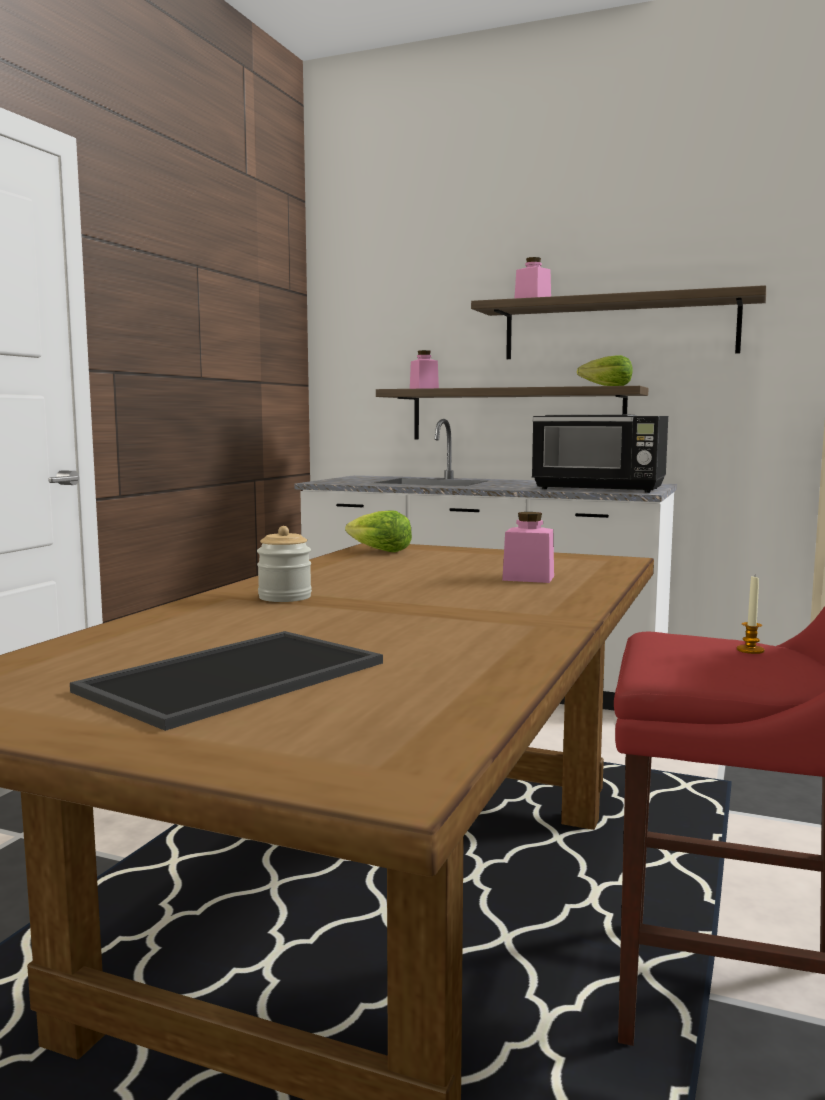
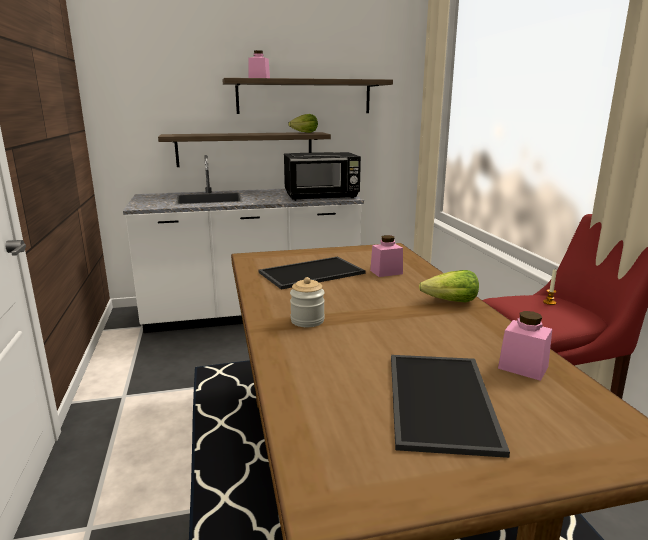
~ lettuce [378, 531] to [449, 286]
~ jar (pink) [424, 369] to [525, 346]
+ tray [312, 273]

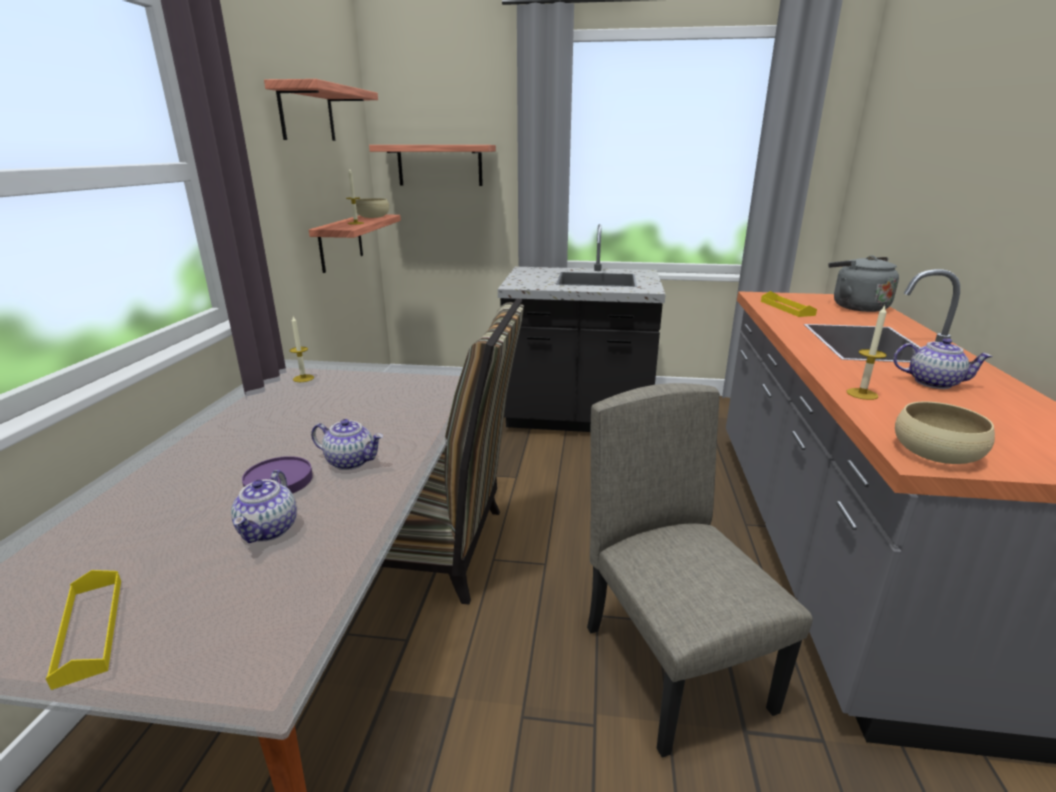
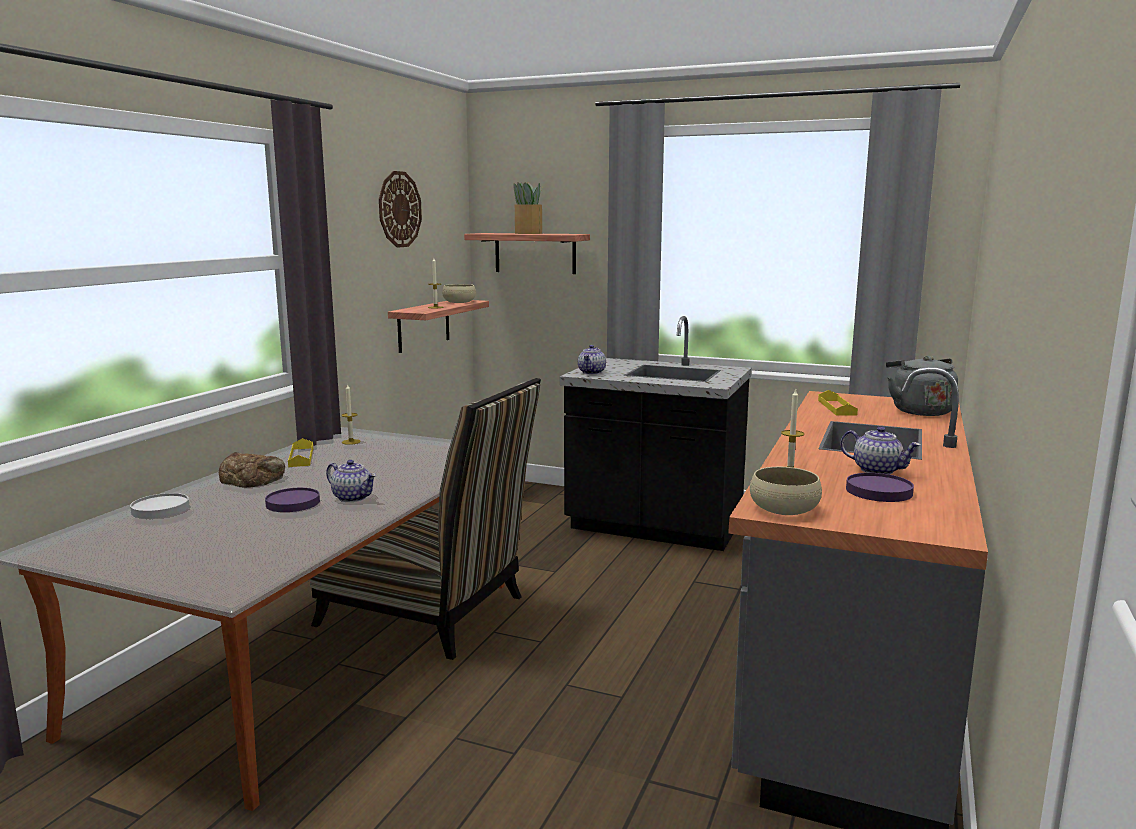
~ tray (yellow) [83, 630] to [300, 452]
~ teapot [264, 506] to [592, 359]
~ shelf [321, 110] to wall clock [400, 209]
- chair (beige) [700, 570]
+ plate (white) [159, 506]
+ bread [252, 470]
+ potted plant [528, 208]
+ plate (purple) [880, 487]

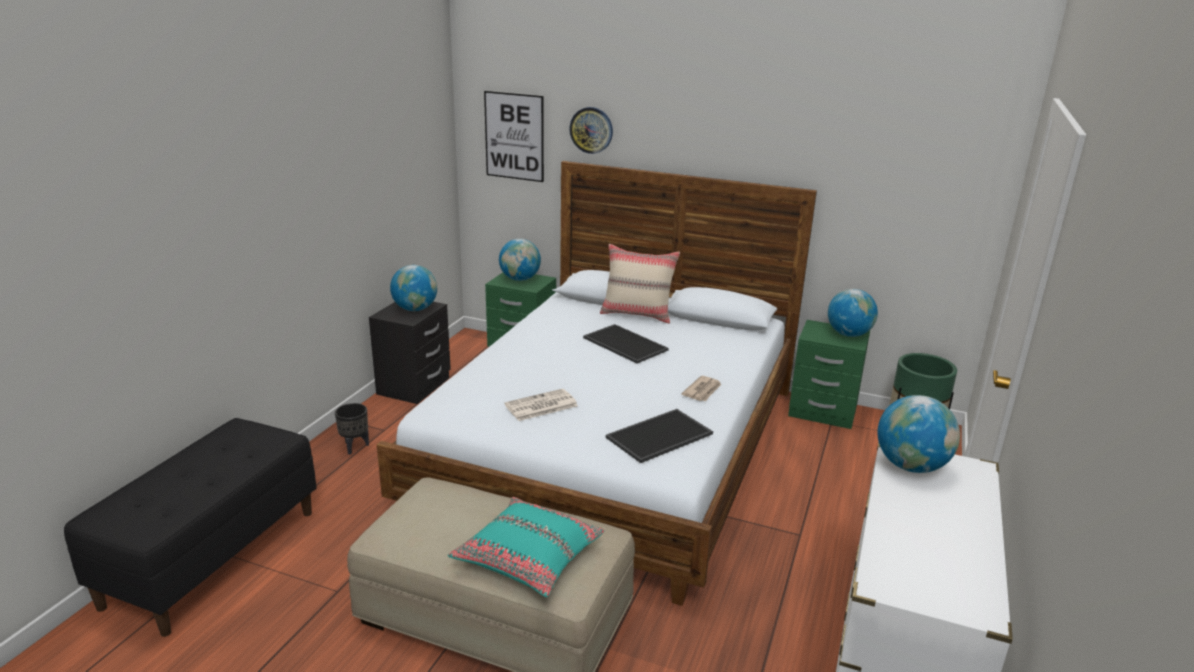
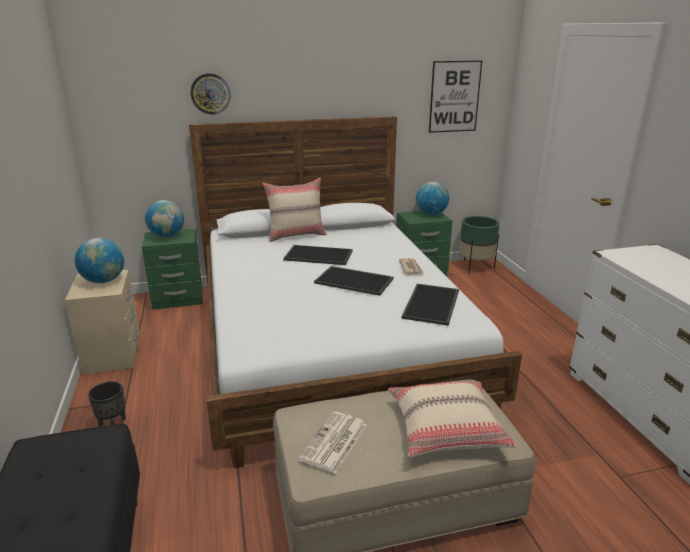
~ nightstand (black) [410, 353] to nightstand (beige) [102, 322]
~ pillow (turquoise) [526, 547] to pillow (beige) [453, 419]
~ picture [514, 136] to [455, 97]
~ newspaper [541, 405] to [332, 442]
- globe [919, 434]
+ tray [354, 281]

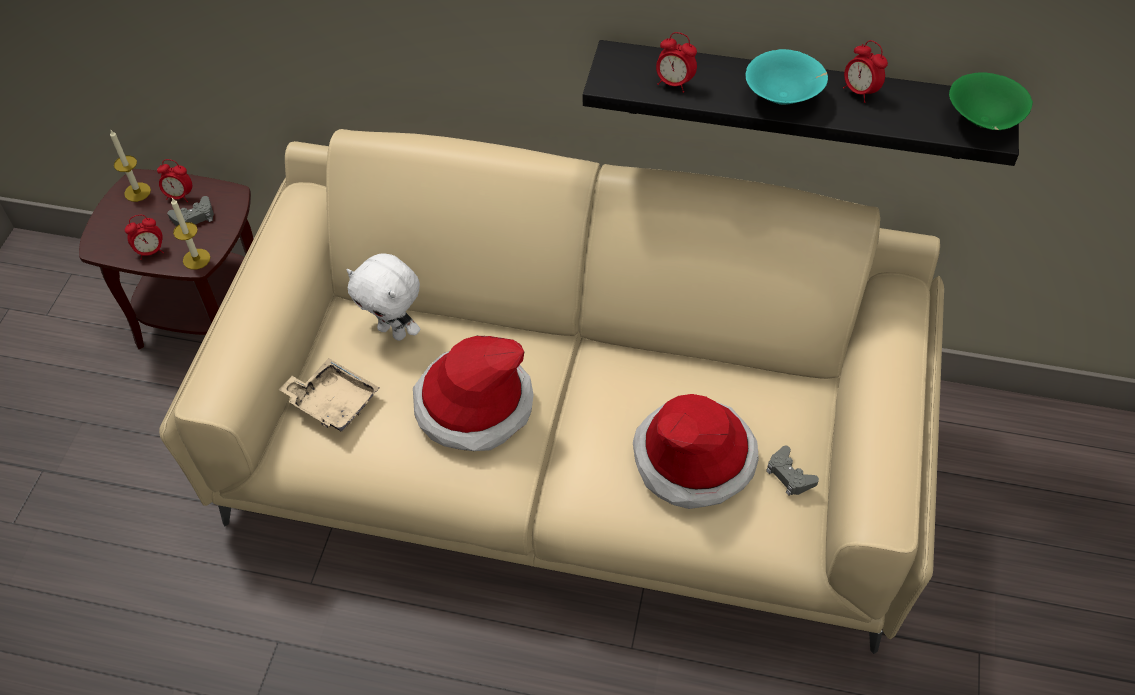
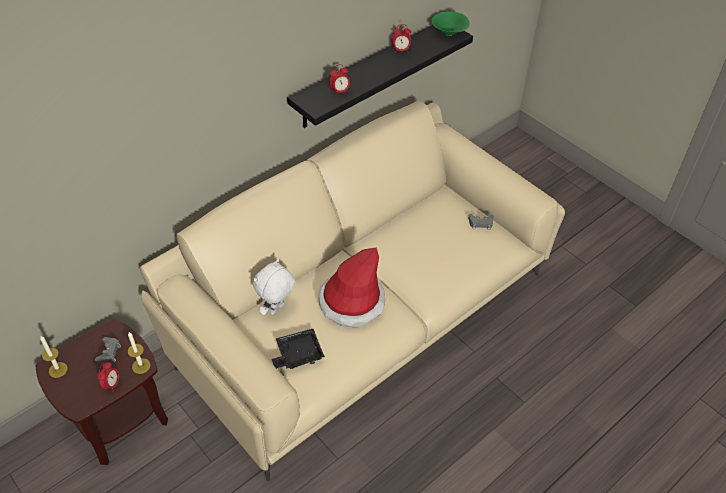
- alarm clock [174, 180]
~ tray (beige) [328, 395] to tray (black) [298, 349]
~ plush toy (white) [383, 297] = [274, 287] 150 degrees clockwise
- hat [696, 451]
- bowl (turquoise) [786, 77]

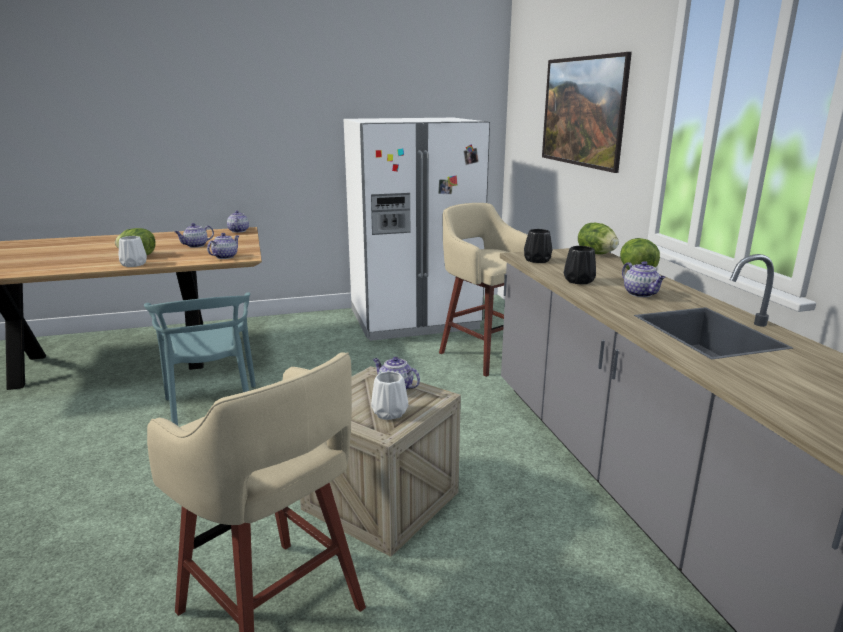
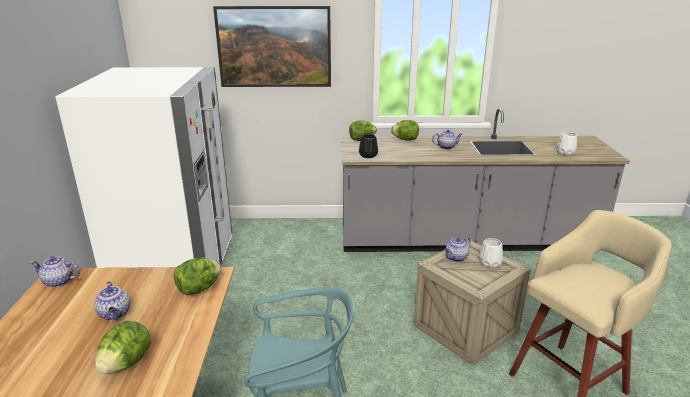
~ vase (white) [133, 251] to [566, 144]
~ teapot [223, 246] to lettuce [198, 276]
- stool (beige) [483, 290]
- vase (black) [580, 265]

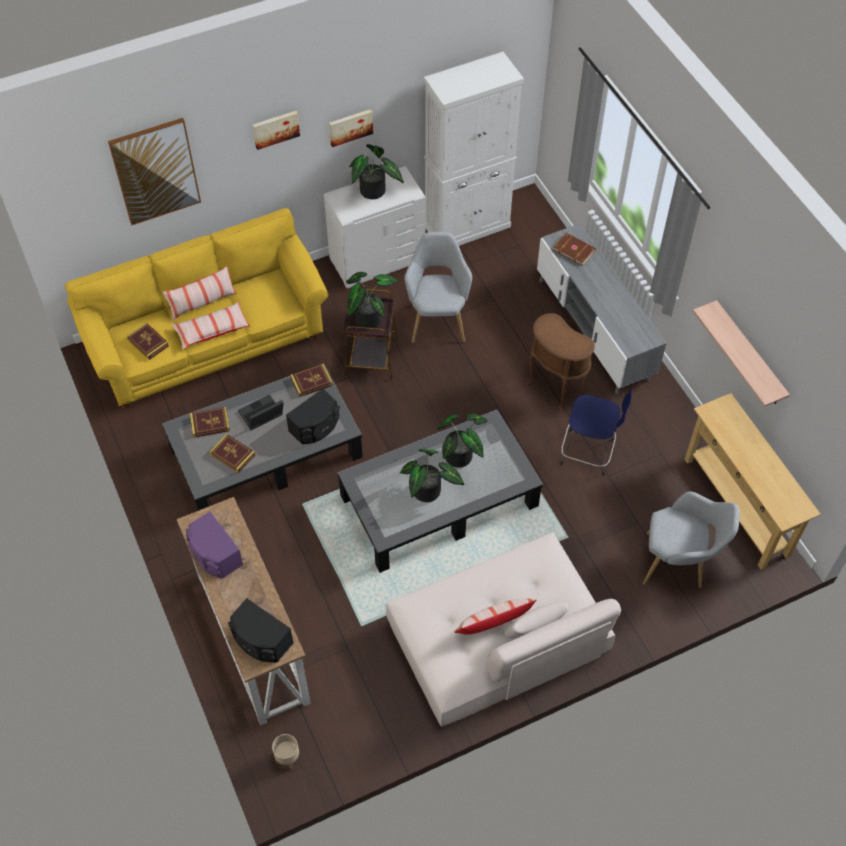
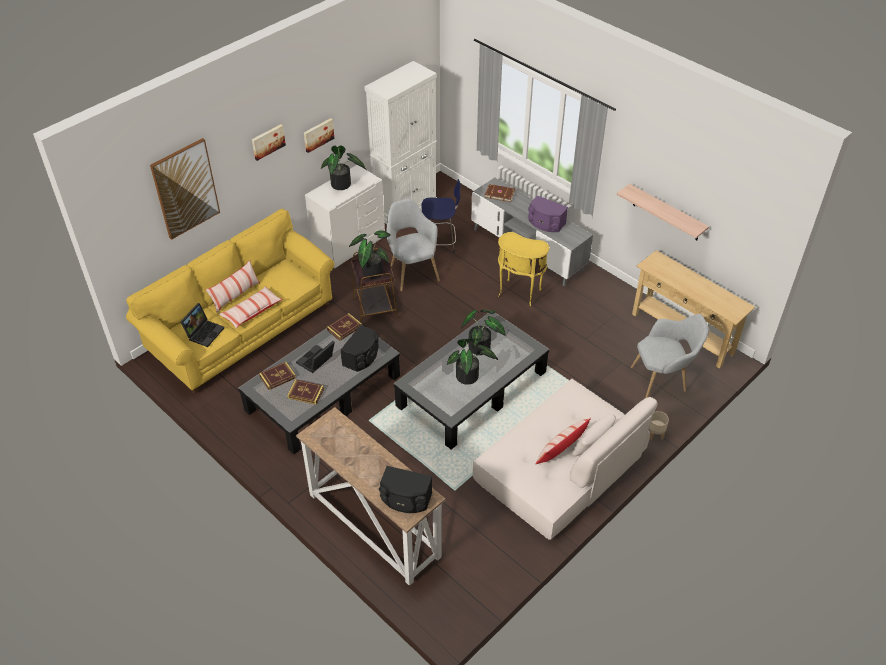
~ book [148, 341] to laptop [202, 325]
~ speaker (purple) [214, 545] to [548, 213]
~ planter (beige) [286, 752] to [659, 425]
~ side table (brown) [561, 362] to side table (yellow) [523, 269]
~ stool (blue) [596, 432] to [441, 216]

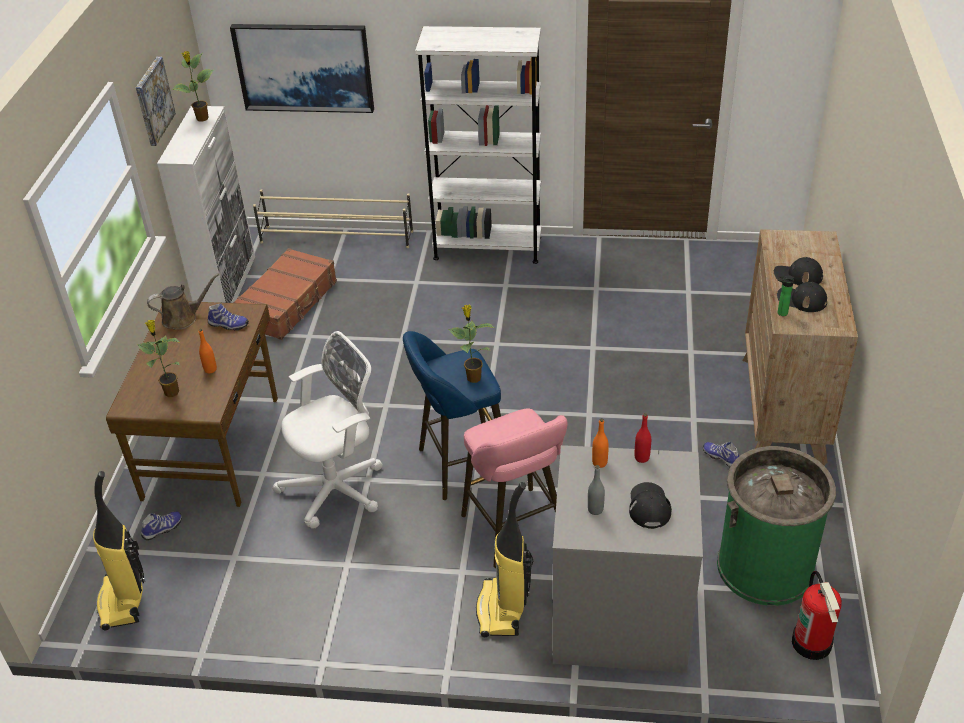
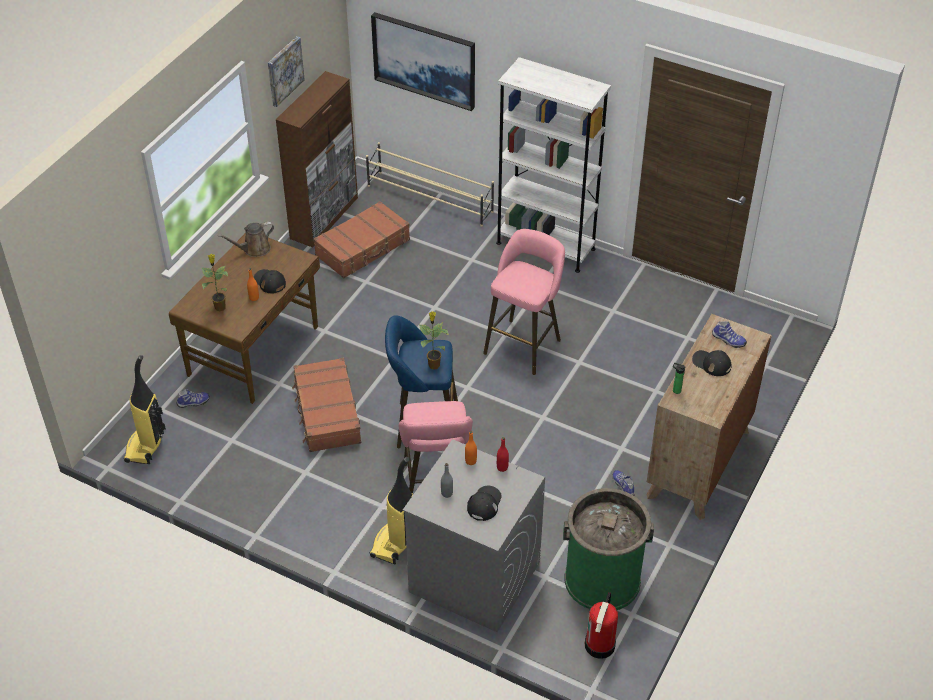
~ watering can (brown) [183, 301] = [246, 239] 150 degrees clockwise
~ cabinet (white) [206, 204] to cabinet (brown) [317, 159]
- potted plant [192, 86]
~ shoe [228, 317] to [729, 334]
~ office chair (white) [327, 430] to suitcase (brown) [326, 405]
~ cap (black) [802, 297] to [270, 281]
+ stool (pink) [524, 302]

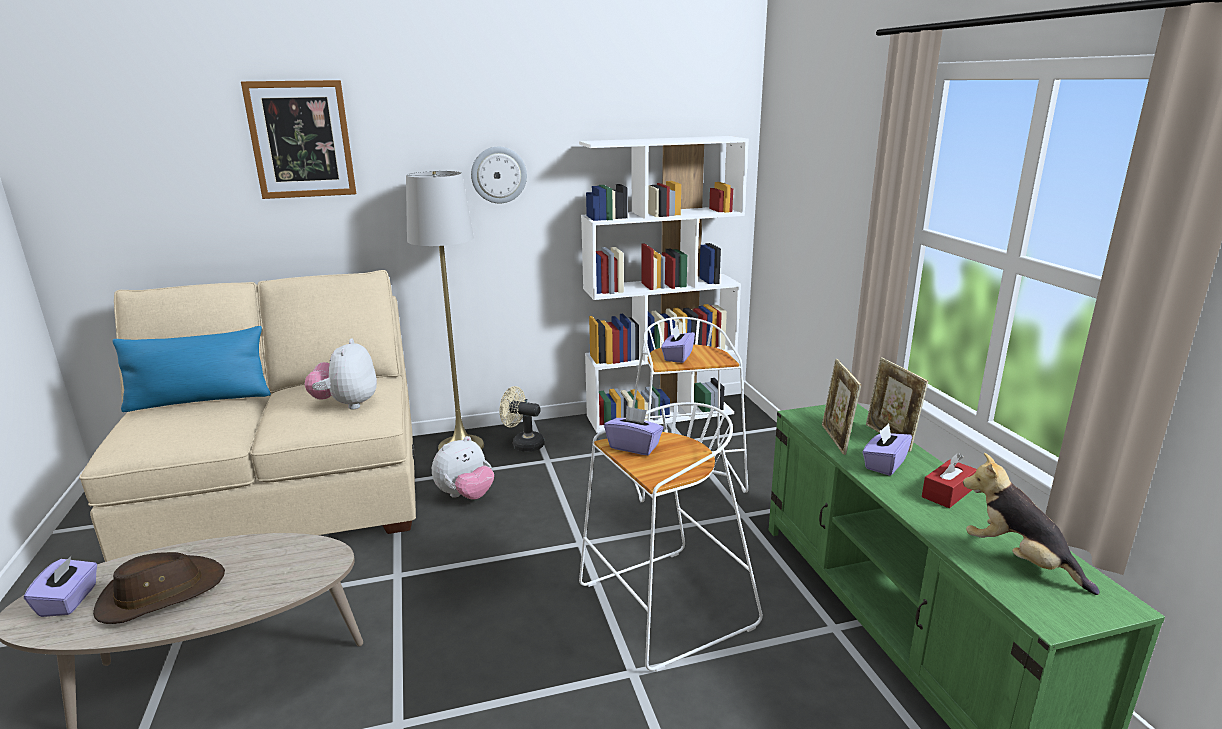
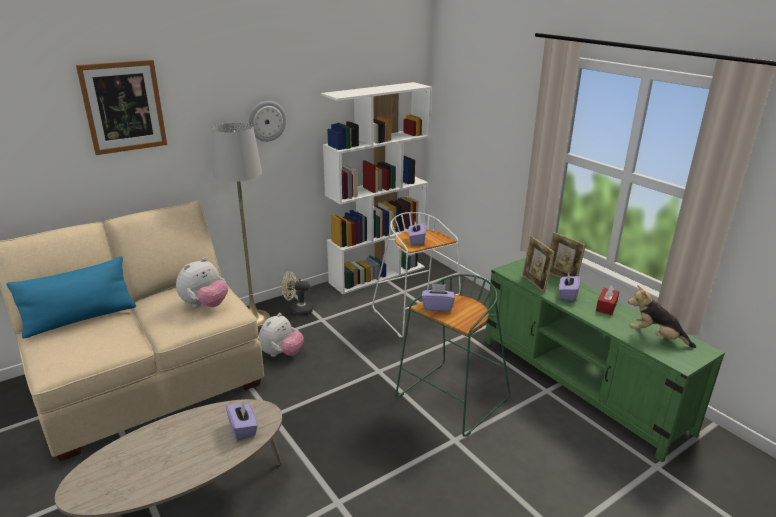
~ tissue box (purple) [60, 586] to [242, 421]
- hat (brown) [159, 588]
~ plush toy [340, 374] = [202, 282] 120 degrees counterclockwise
~ stool (white) [671, 537] to stool (green) [453, 355]

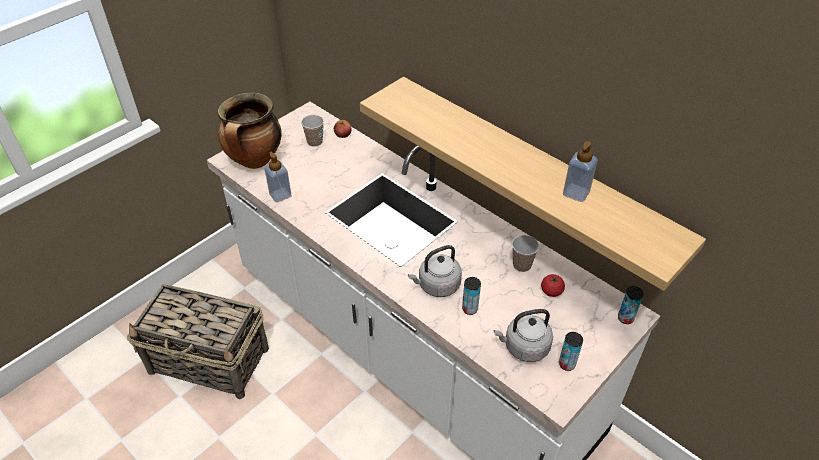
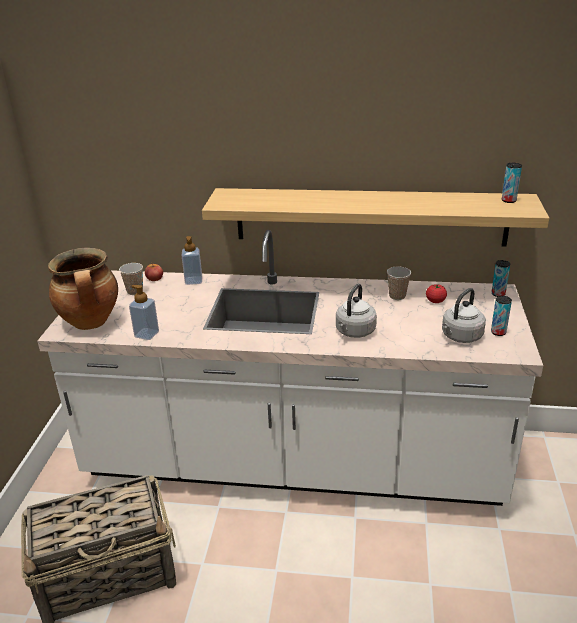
~ can [471, 296] to [512, 183]
~ soap dispenser [580, 171] to [192, 260]

